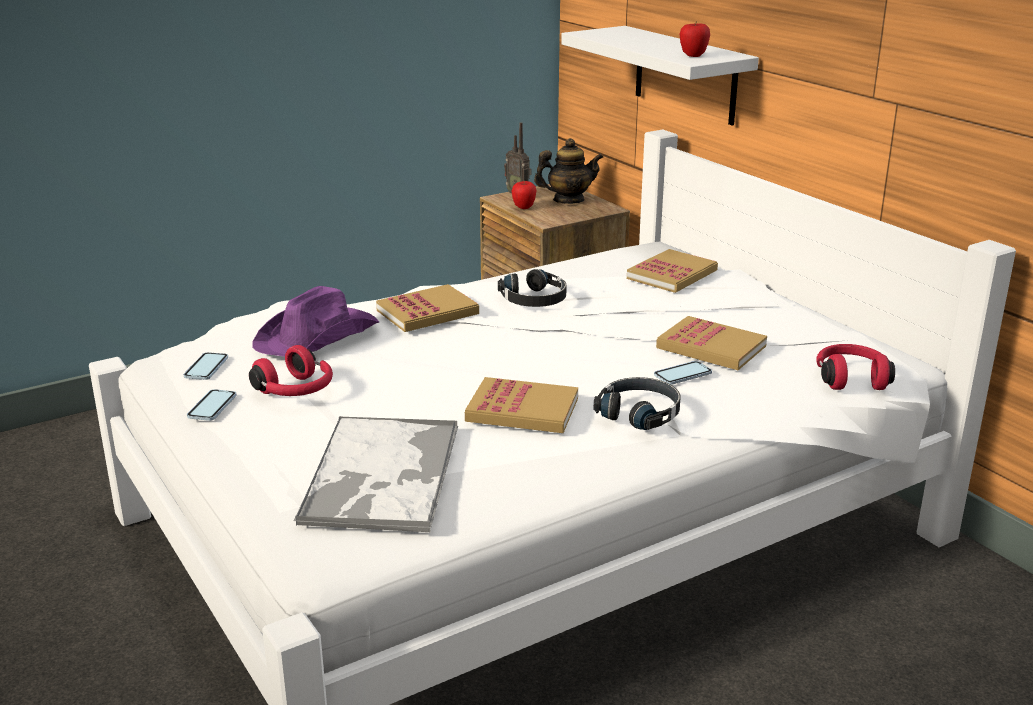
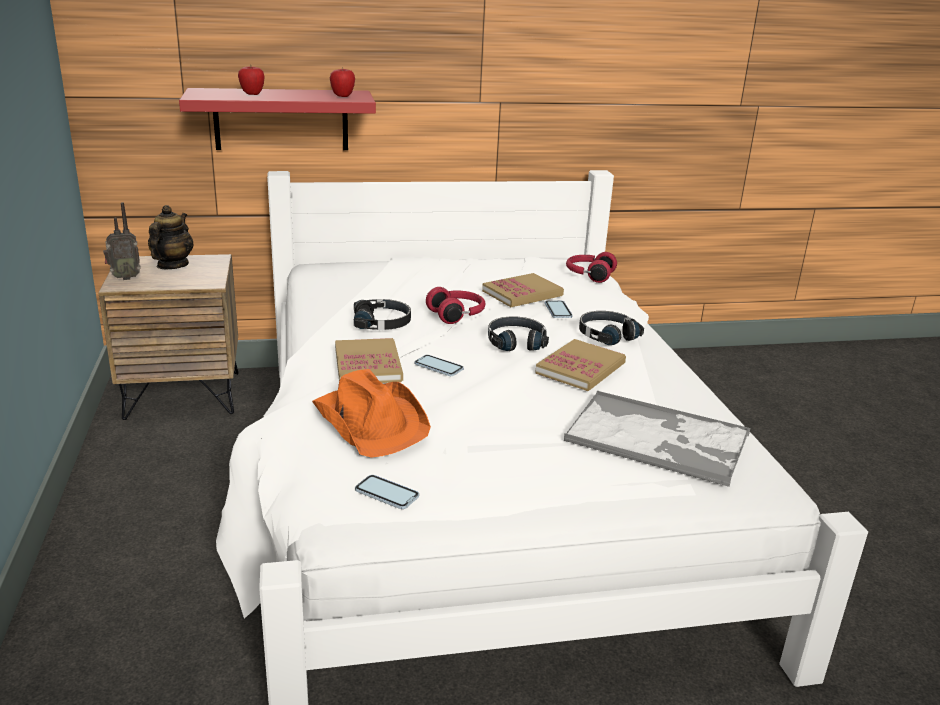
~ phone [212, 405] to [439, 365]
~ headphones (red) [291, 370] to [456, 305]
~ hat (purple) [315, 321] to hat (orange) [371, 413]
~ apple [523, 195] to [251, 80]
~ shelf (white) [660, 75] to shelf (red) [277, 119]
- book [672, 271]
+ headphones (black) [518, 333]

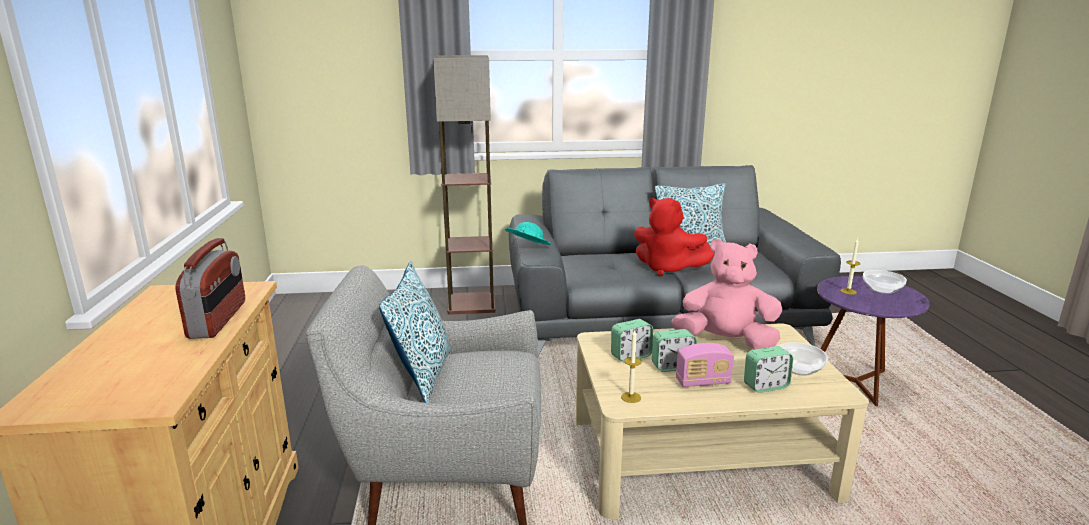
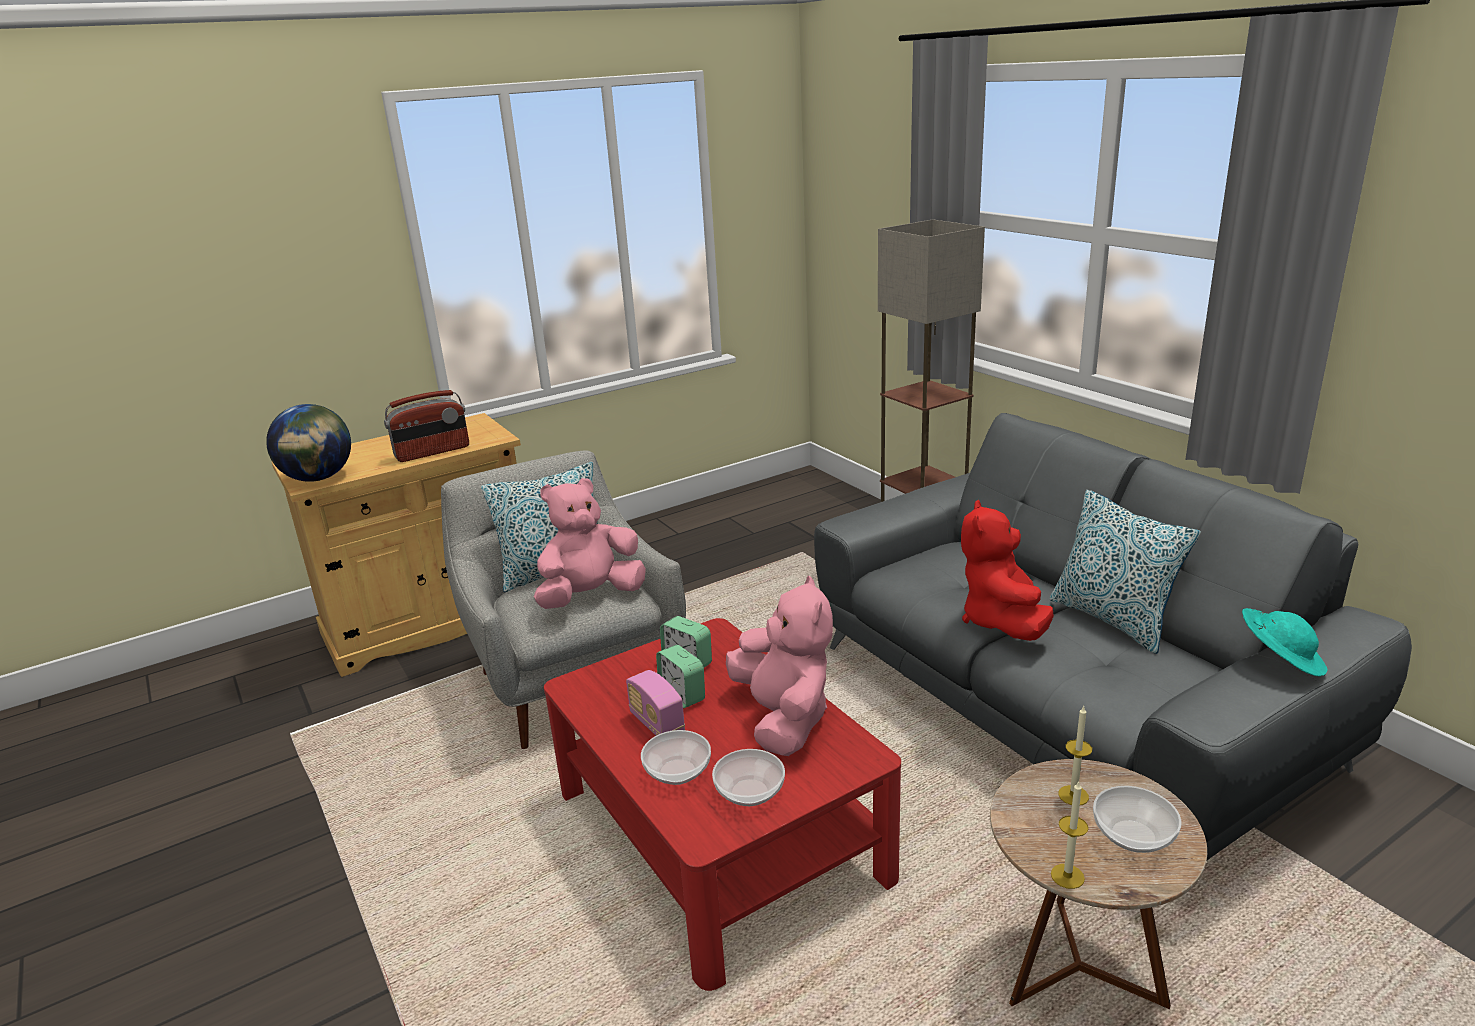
~ hat (turquoise) [528, 233] to [1285, 642]
~ coffee table (beige) [722, 421] to coffee table (red) [722, 804]
~ candle [631, 366] to [1069, 834]
~ alarm clock [768, 369] to bowl [676, 757]
~ side table (purple) [873, 341] to side table (brown) [1098, 884]
+ globe [308, 443]
+ plush toy (pink) [590, 543]

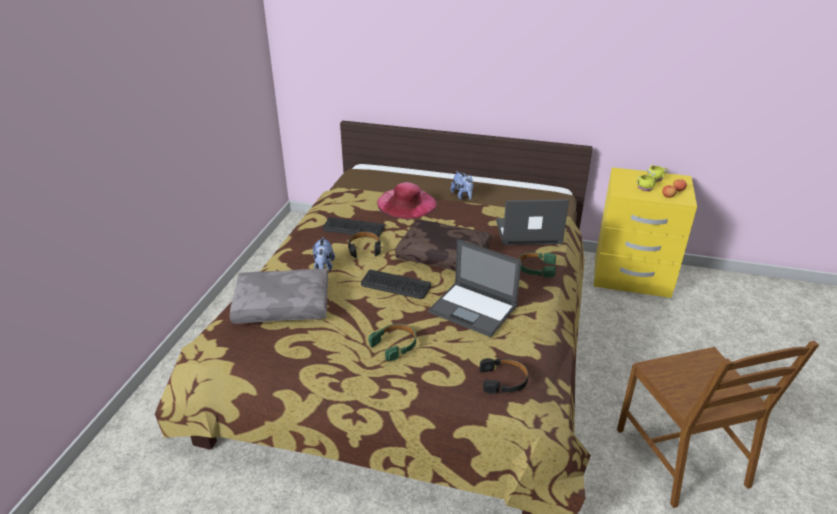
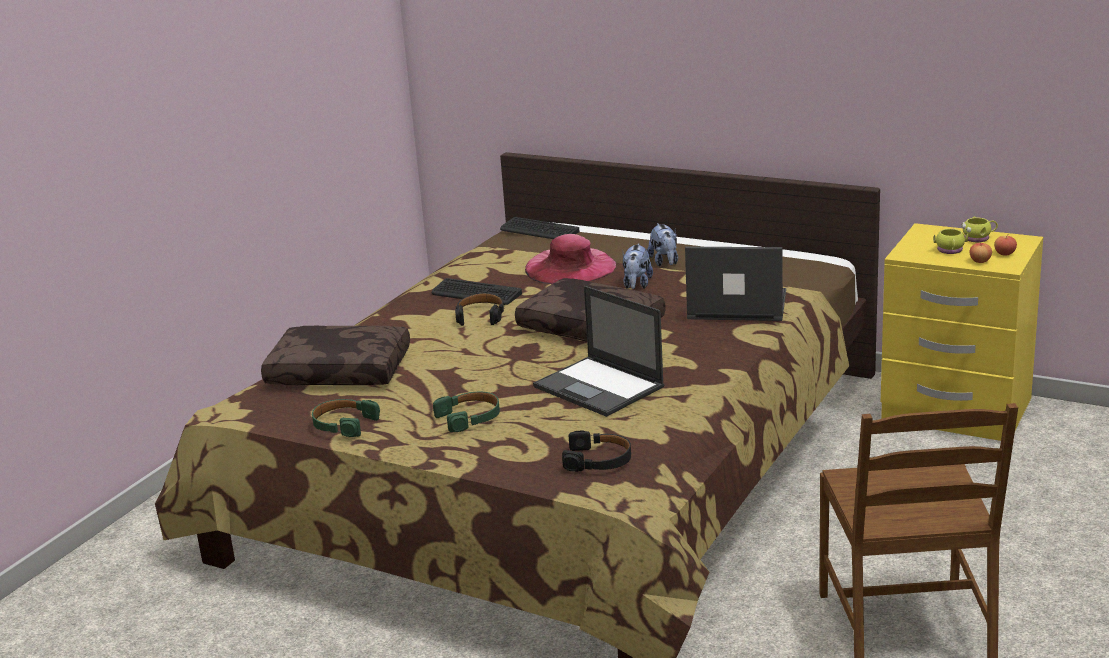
~ pillow (grey) [278, 296] to pillow (brown) [335, 355]
~ plush toy [324, 254] to [638, 266]
~ keyboard [396, 284] to [539, 228]
~ headphones (green) [537, 265] to [346, 418]

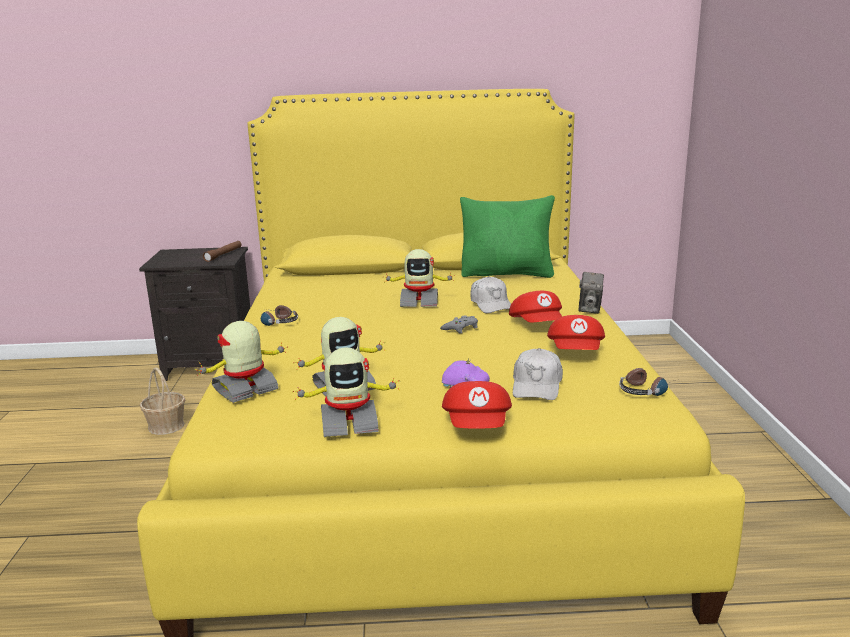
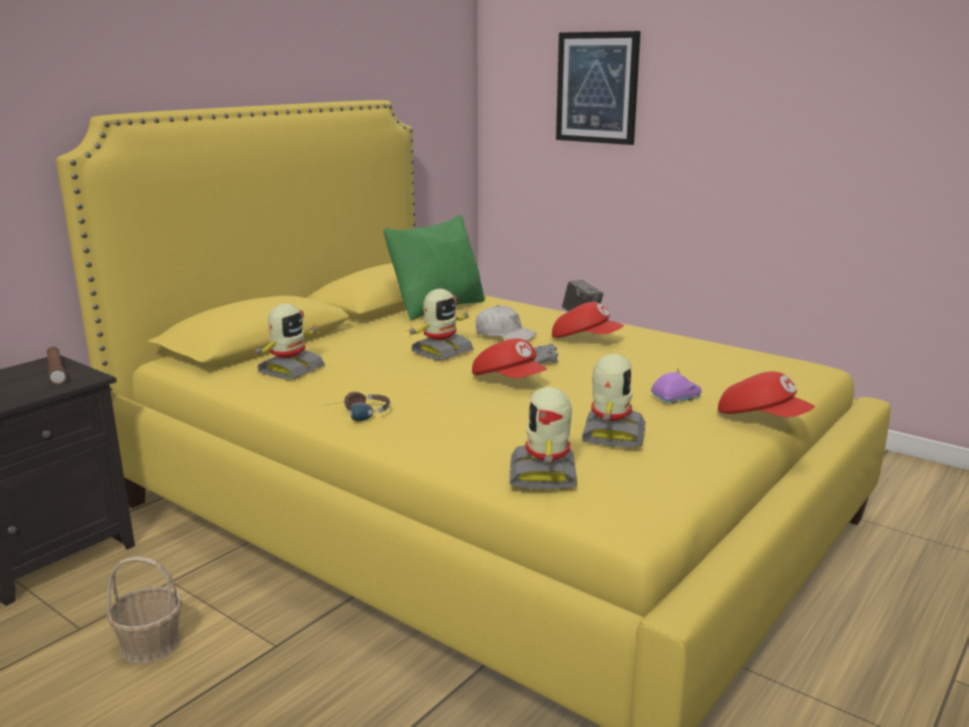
~ toy robot [346, 392] to [289, 342]
- cap (white) [538, 374]
~ cap (red) [576, 332] to [509, 358]
- headphones [647, 382]
+ picture [598, 88]

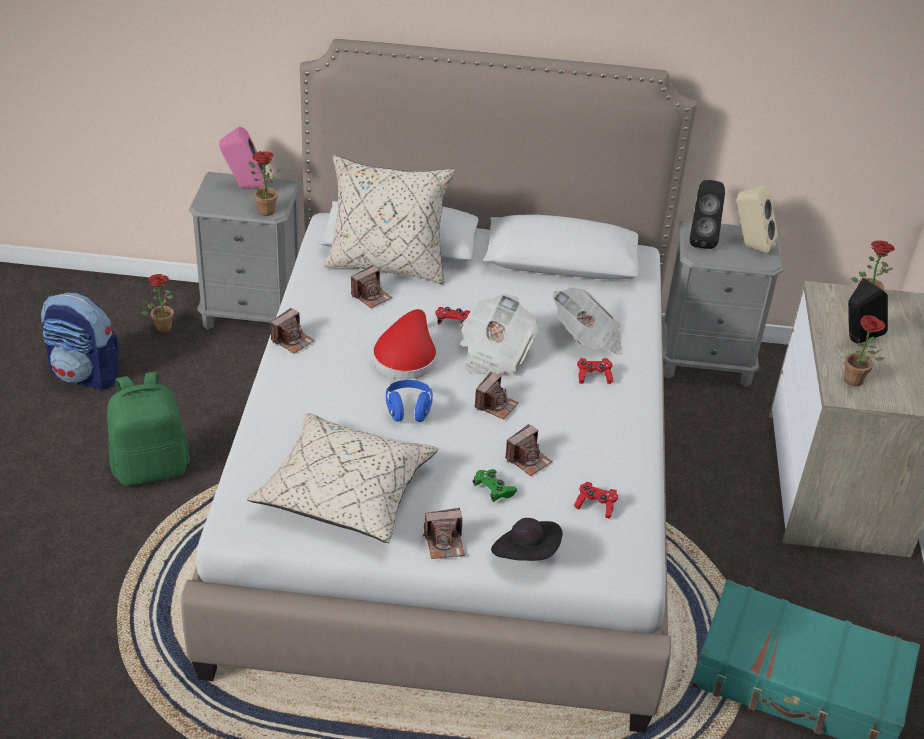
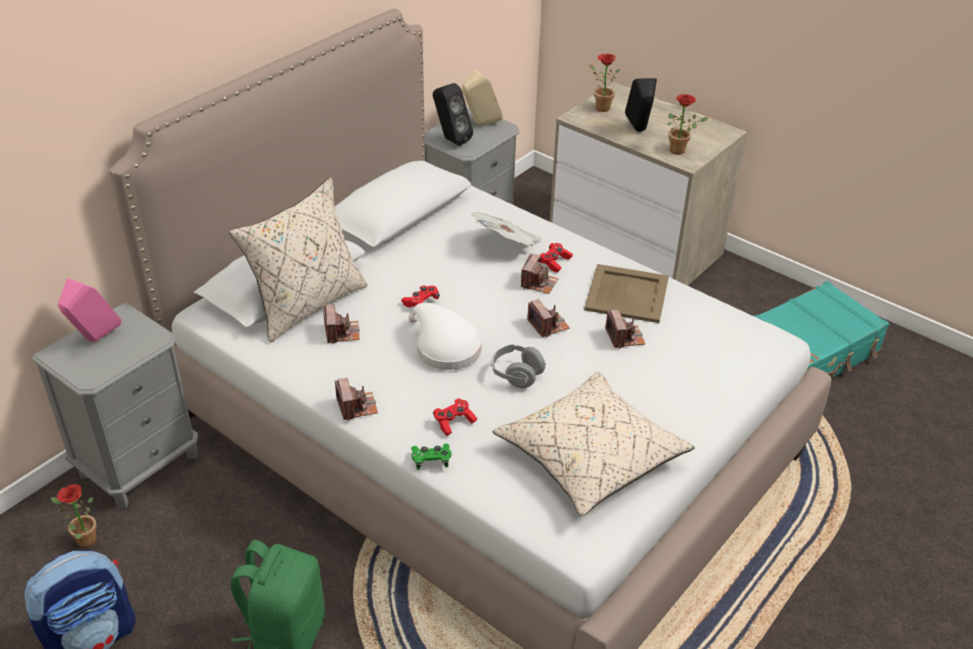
- potted plant [264, 183]
~ hat (red) [404, 344] to hat (white) [444, 336]
~ headphones (blue) [409, 401] to headphones (grey) [518, 366]
~ photo camera [444, 533] to [540, 273]
- newspaper [499, 334]
~ game controller (green) [495, 485] to [431, 457]
- hat (black) [527, 539]
~ game controller (red) [596, 500] to [455, 417]
+ tray (beige) [626, 293]

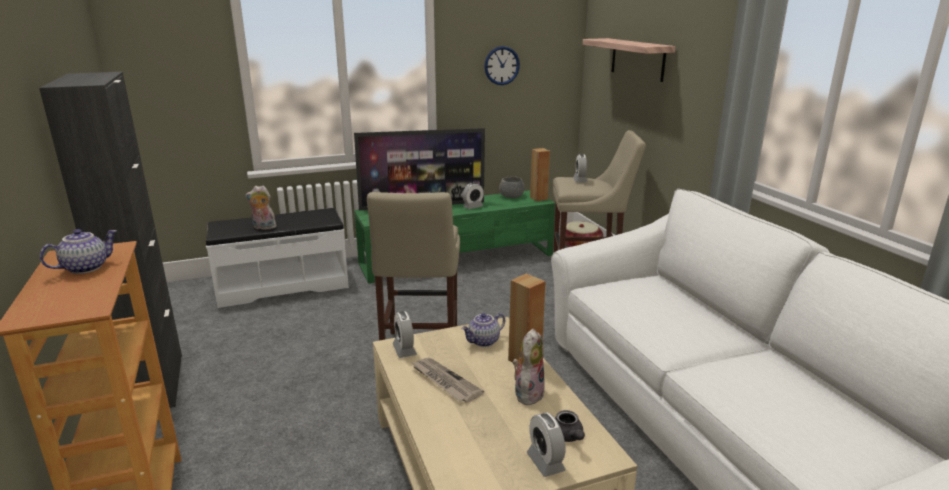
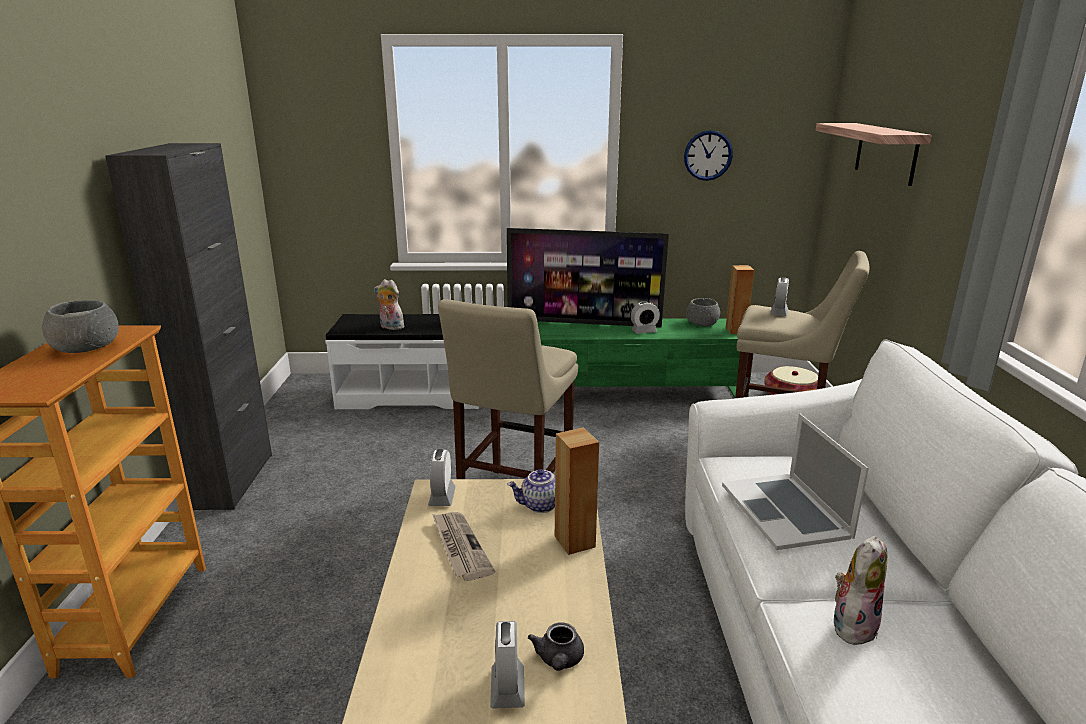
~ teapot [78, 251] to bowl (grey) [80, 326]
~ plush toy [529, 367] to [860, 590]
+ laptop [795, 481]

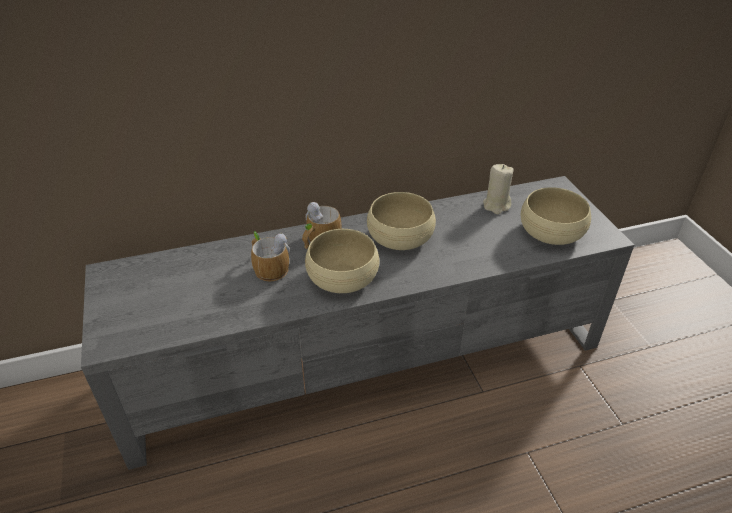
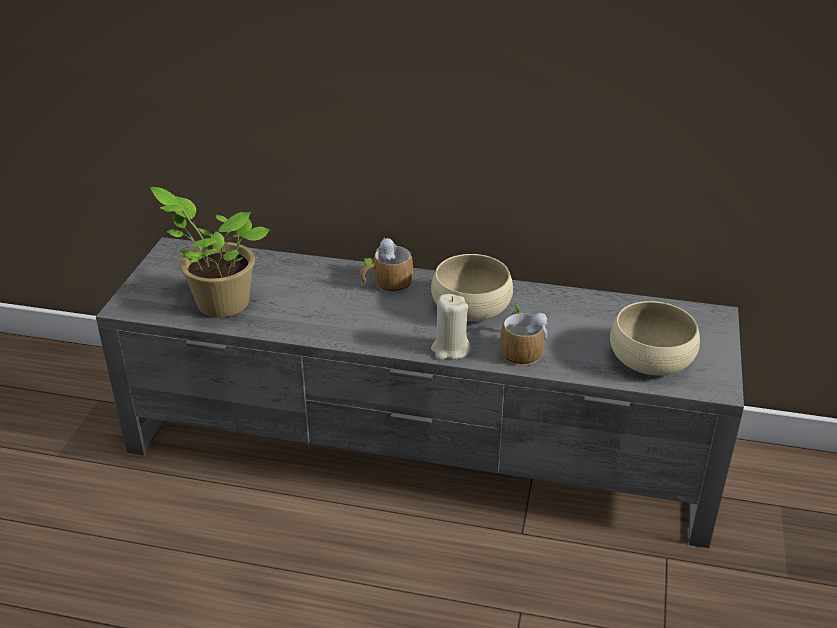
~ mug [270, 256] to [524, 334]
- bowl (beige) [342, 261]
~ candle (beige) [498, 189] to [451, 327]
+ potted plant [210, 252]

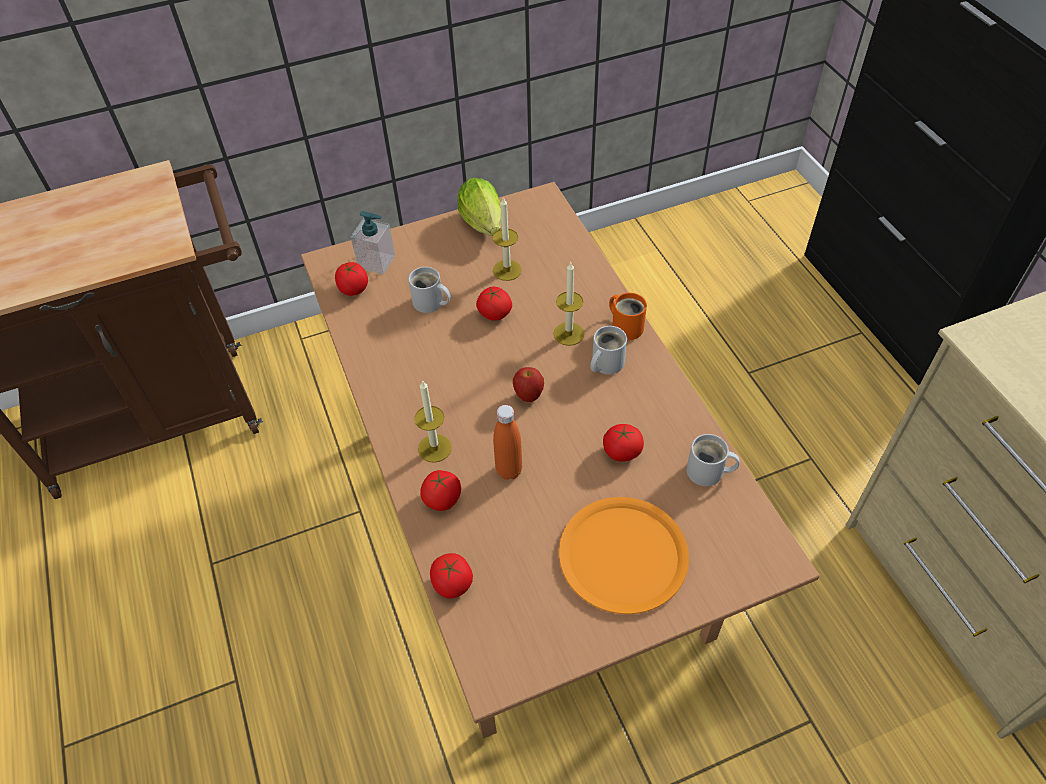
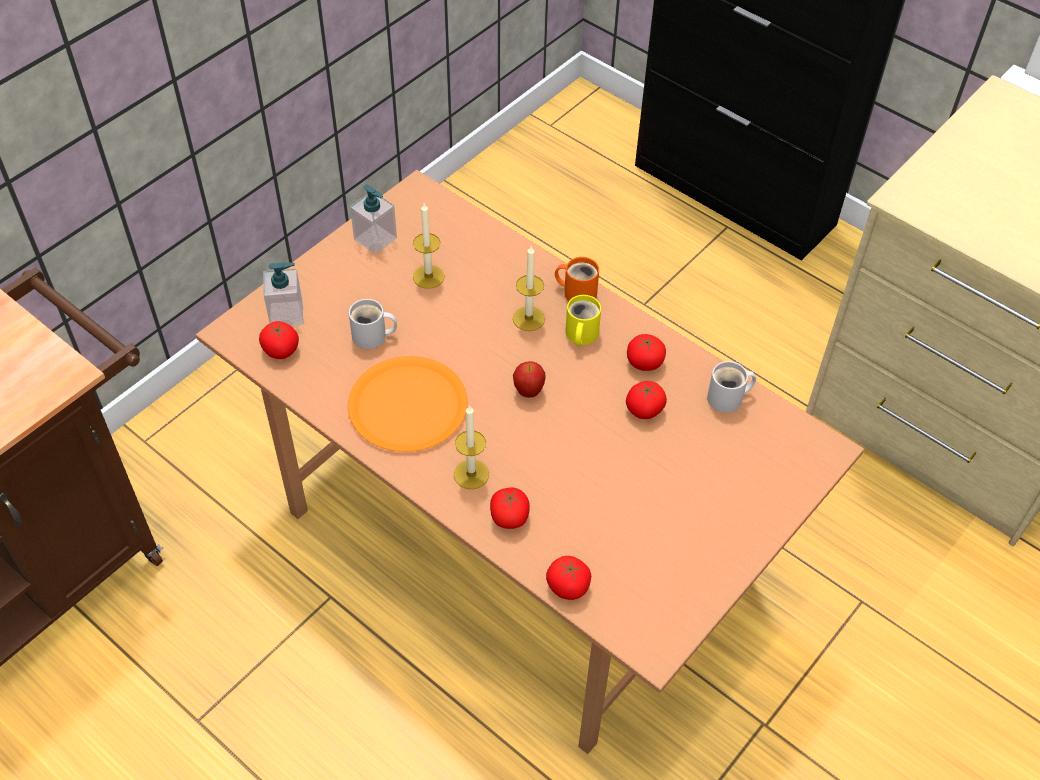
~ lettuce [479, 207] to soap dispenser [373, 219]
~ tomato [494, 304] to [646, 352]
- bottle (orange) [507, 442]
~ plate (orange) [624, 555] to [408, 404]
~ mug (white) [608, 350] to mug (yellow) [583, 320]

